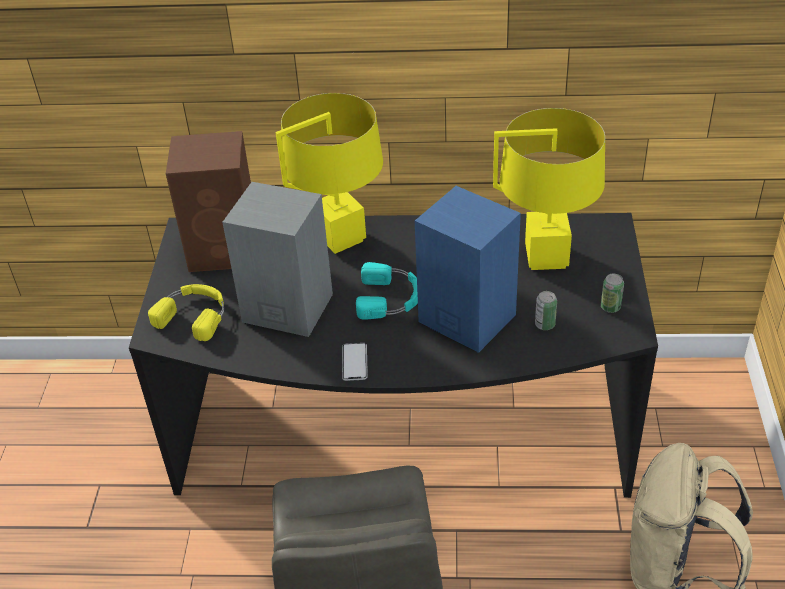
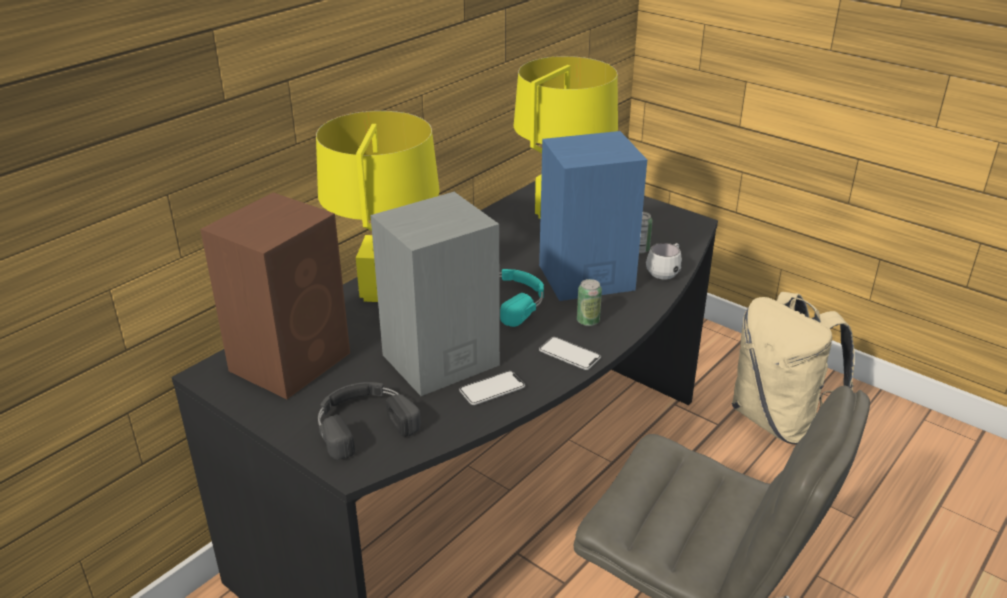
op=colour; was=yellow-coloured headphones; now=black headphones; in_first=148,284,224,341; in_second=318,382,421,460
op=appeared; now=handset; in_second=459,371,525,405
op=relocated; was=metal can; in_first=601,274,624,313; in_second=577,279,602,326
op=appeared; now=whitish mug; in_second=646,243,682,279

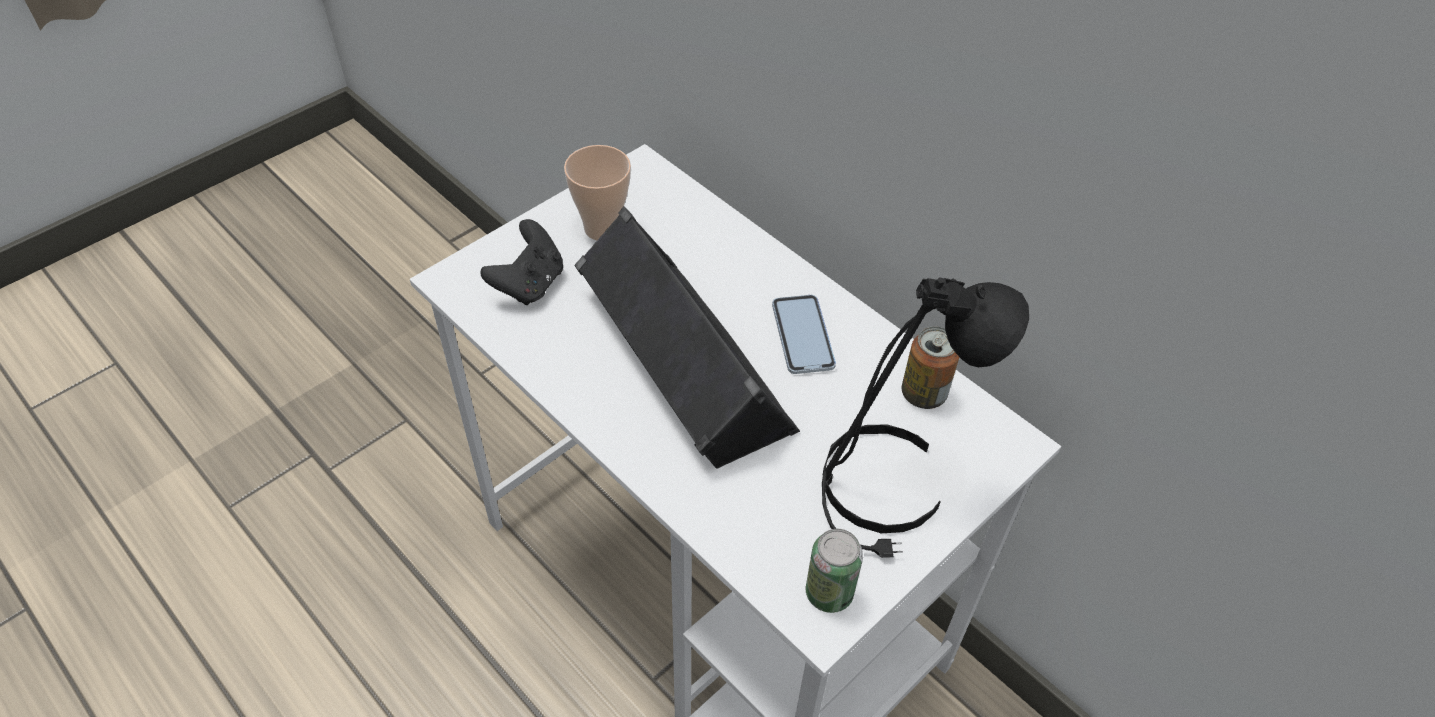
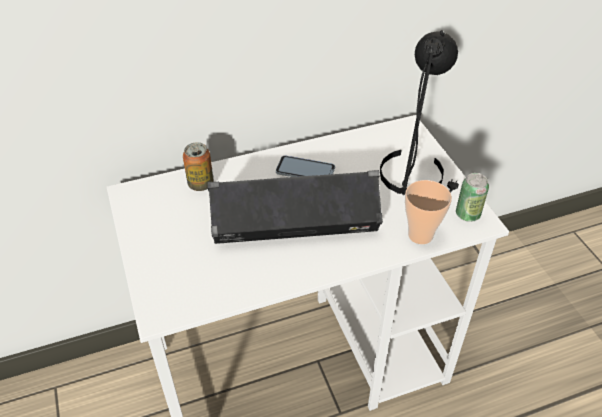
op=relocated; was=metal can; in_first=902,326,959,409; in_second=183,142,214,191
op=relocated; was=cup; in_first=564,145,631,240; in_second=405,180,452,244
op=missing; was=black joypad; in_first=480,219,563,305

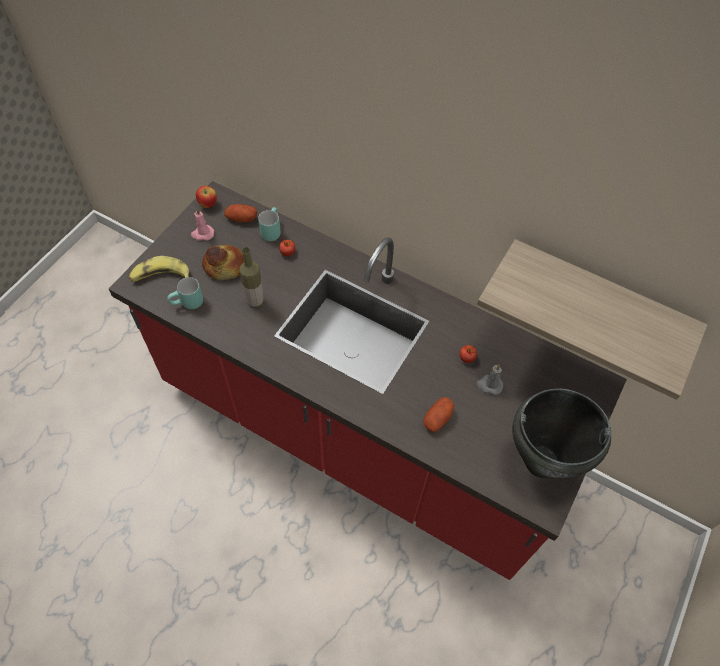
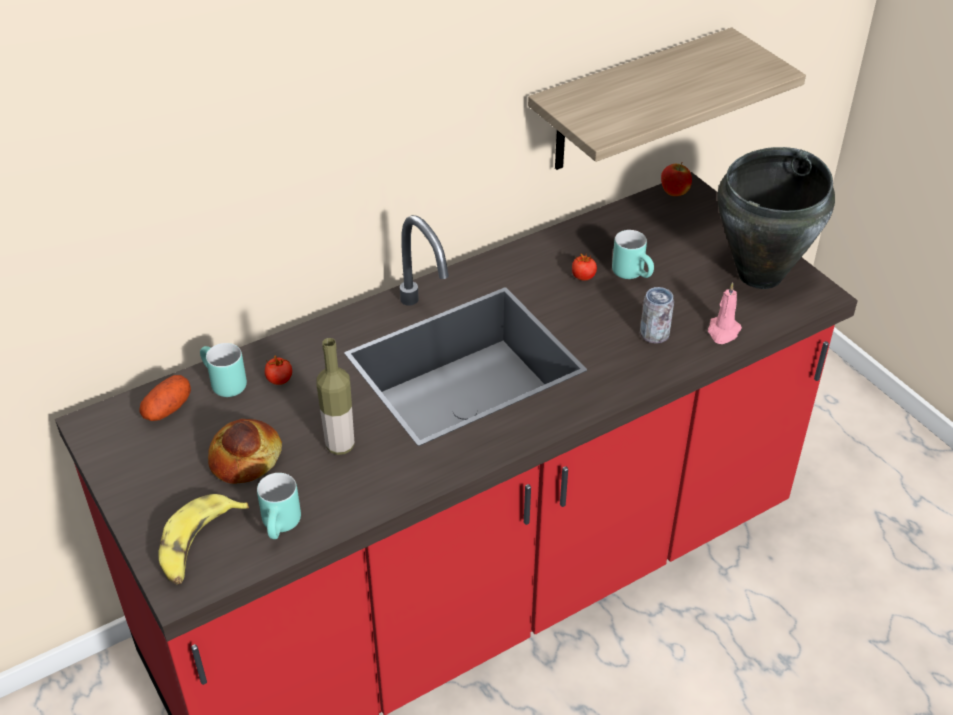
op=exchanged; was=grey wax candle; now=blue-green mug; in_first=476,364,504,395; in_second=612,230,654,279
op=exchanged; was=potato; now=metal can; in_first=423,397,454,432; in_second=640,287,674,343
op=relocated; was=apple; in_first=196,186,217,208; in_second=661,162,692,196
op=relocated; was=pink wax candle; in_first=191,208,214,241; in_second=708,282,742,344

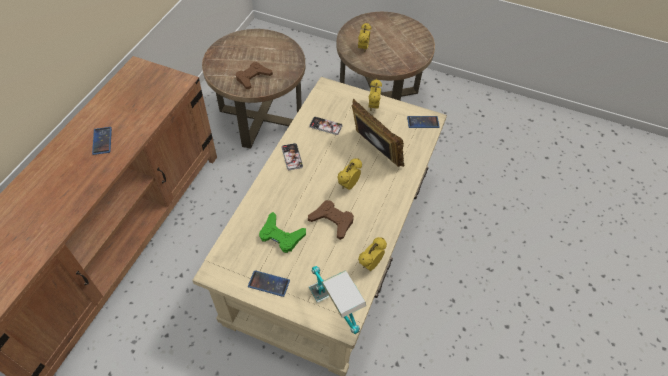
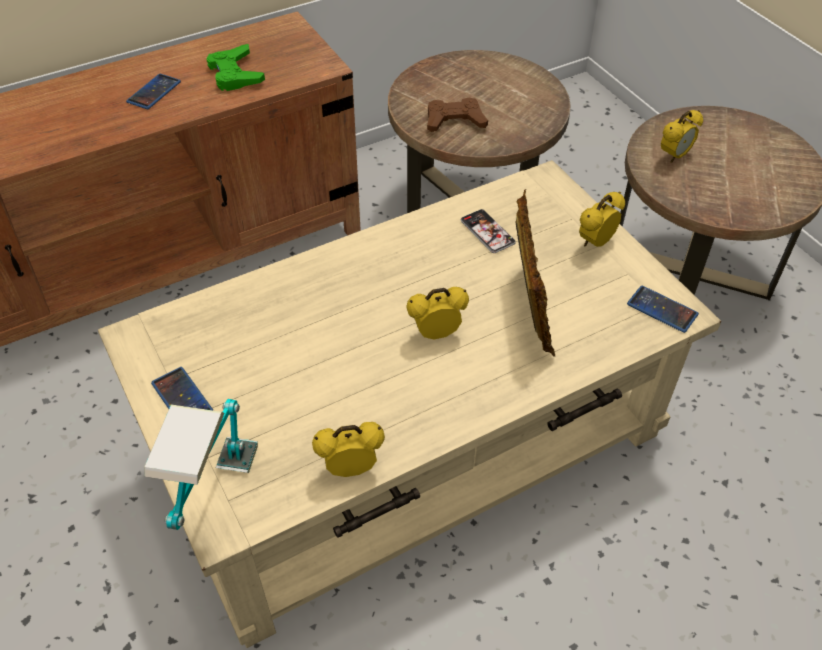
op=relocated; was=greenish joypad; in_first=259,212,306,253; in_second=207,44,265,91
op=missing; was=handset; in_first=281,143,303,170
op=missing; was=brownish joypad; in_first=308,200,354,240

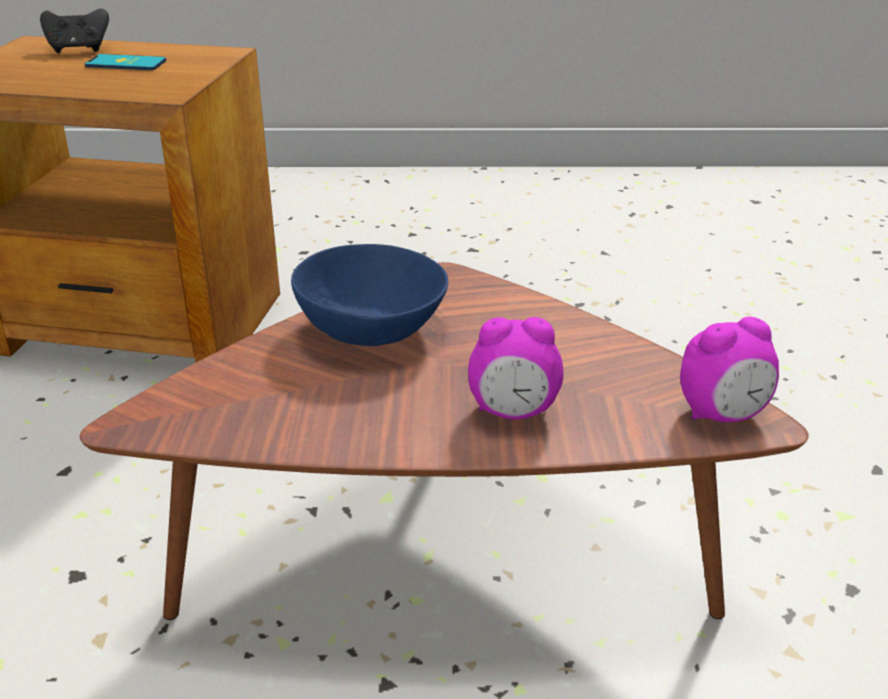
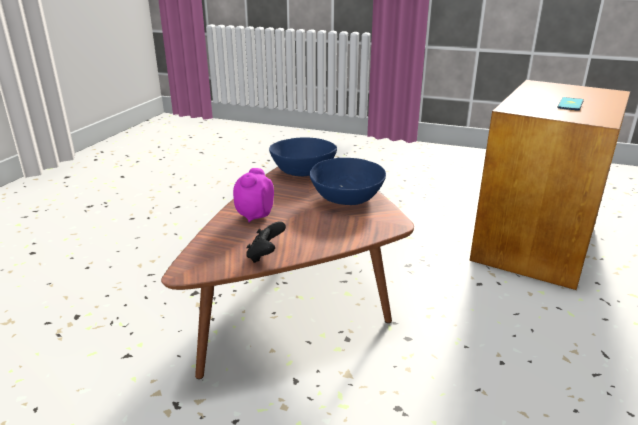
op=relocated; was=black joypad; in_first=40,9,109,53; in_second=246,221,286,263
op=appeared; now=bluish bowl; in_second=269,137,337,177
op=missing; was=alarm clock; in_first=680,317,779,422

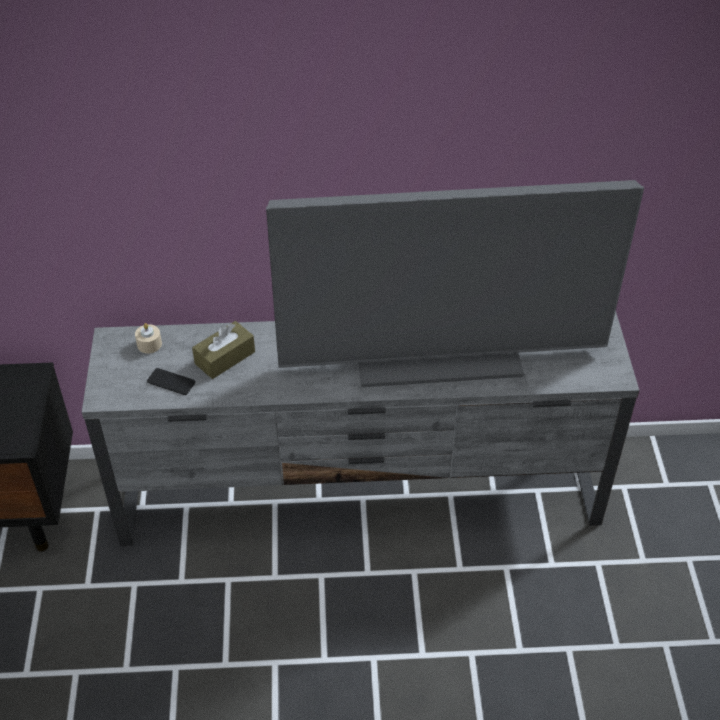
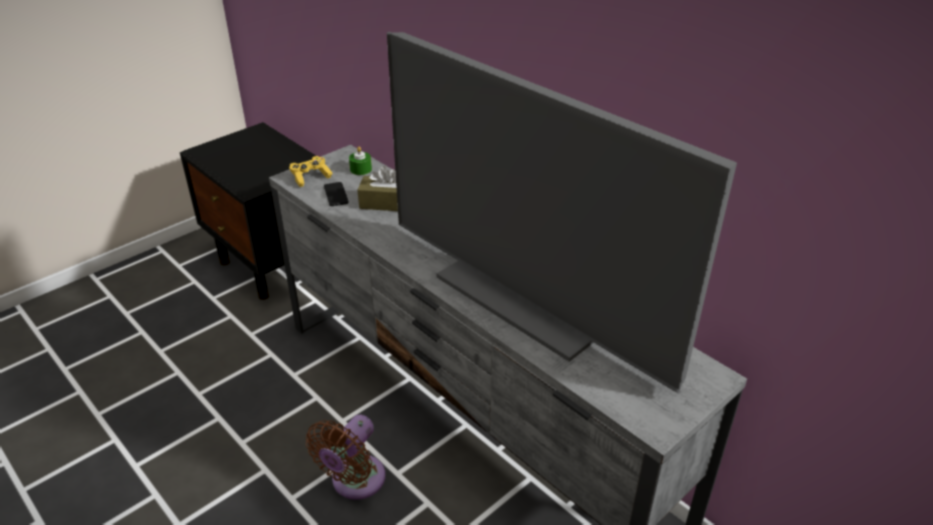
op=appeared; now=yellow-coloured joypad; in_second=289,156,333,187
op=appeared; now=brownish cooling fan; in_second=306,414,385,500
op=colour; was=beige wax candle; now=greenish wax candle; in_first=135,323,162,354; in_second=349,147,372,175

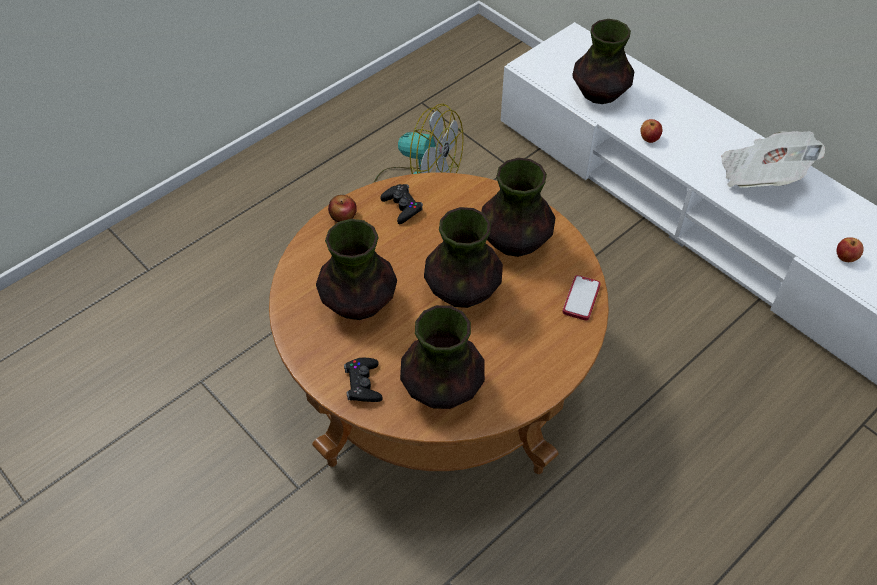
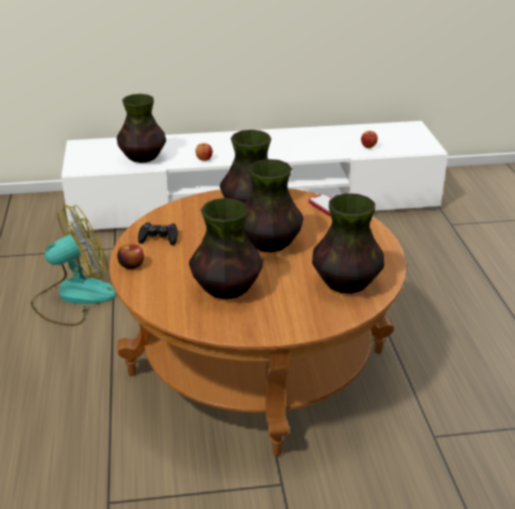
op=missing; was=black joypad; in_first=344,358,383,402
op=missing; was=newspaper; in_first=721,131,825,188

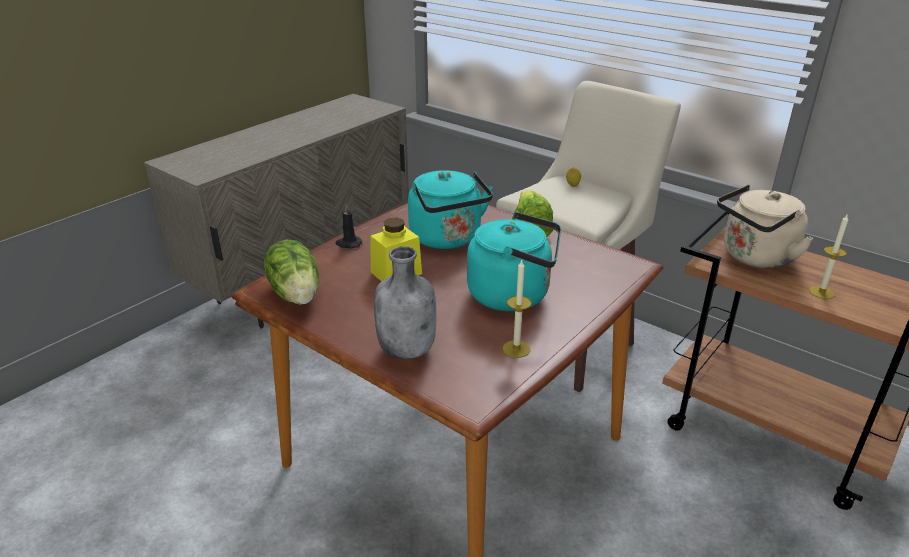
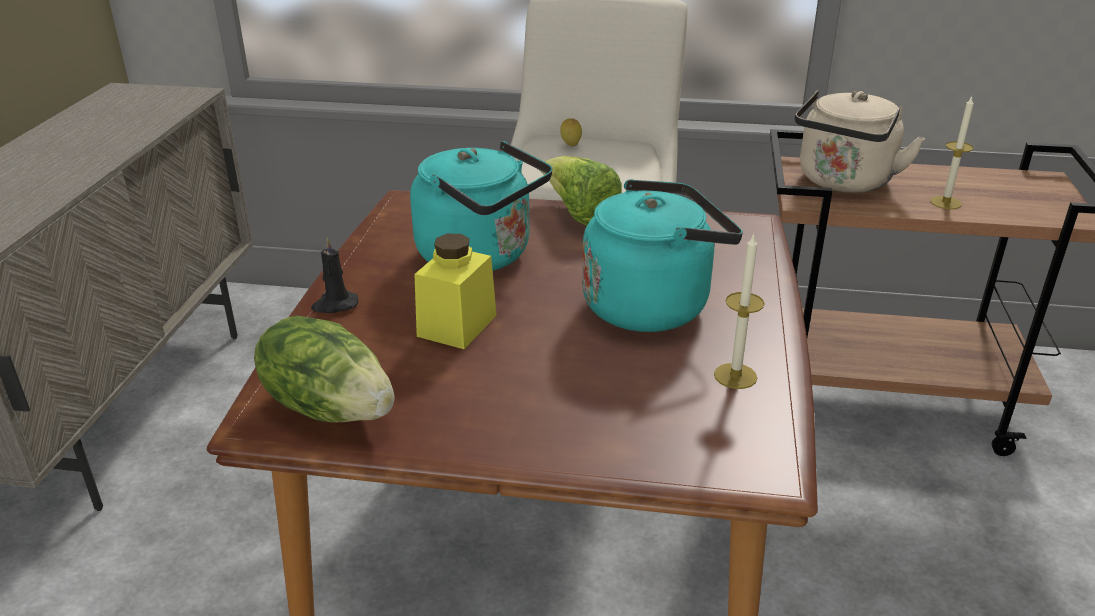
op=missing; was=grey drink bottle; in_first=374,246,436,359

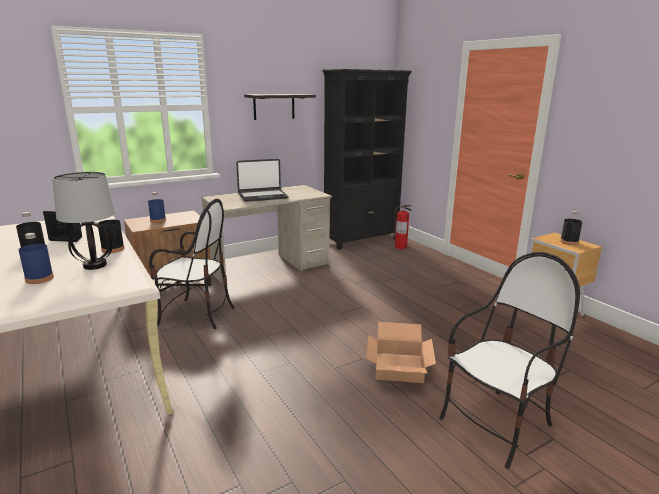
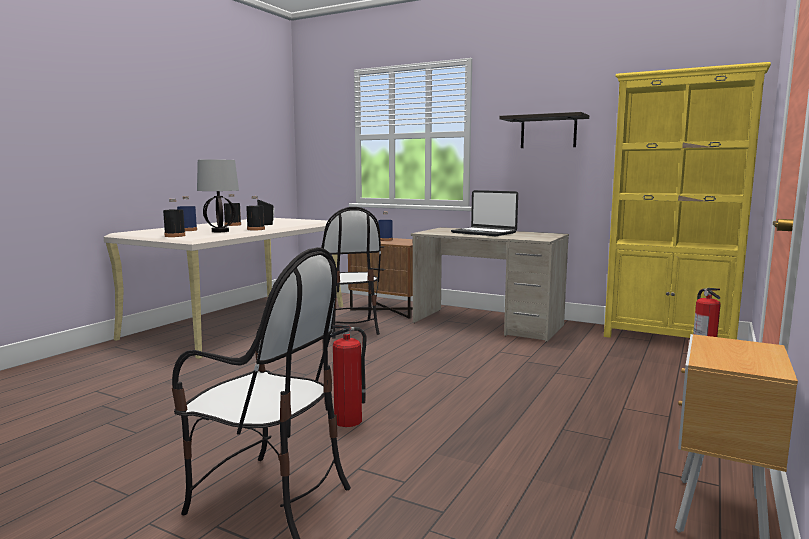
op=relocated; was=black drink bottle; in_first=560,211,582,245; in_second=163,199,185,237
op=exchanged; was=carton; now=extinguisher; in_first=367,322,436,383; in_second=330,325,367,427
op=colour; was=black bookcase; now=yellow-coloured bookcase; in_first=322,69,412,250; in_second=604,62,771,340

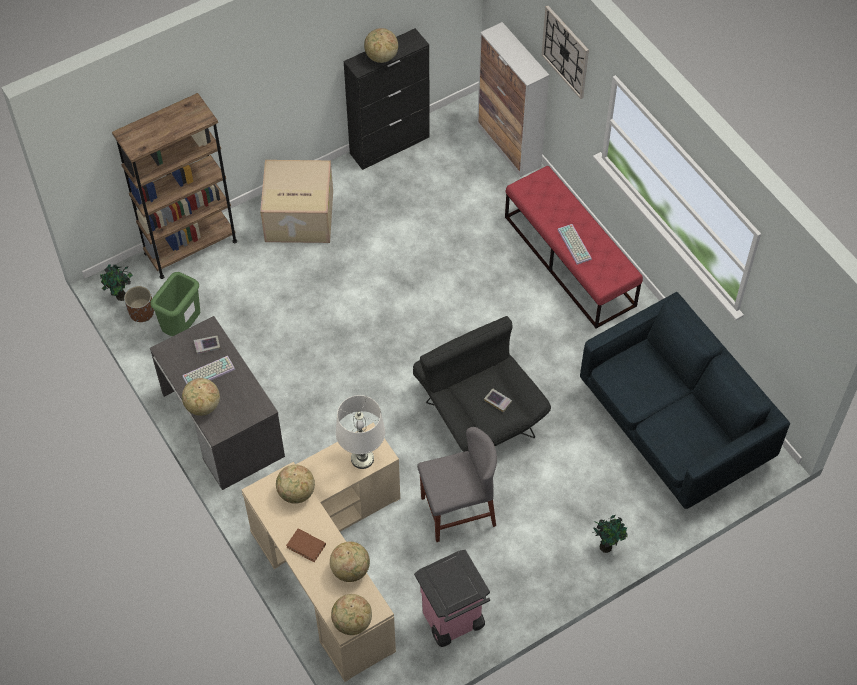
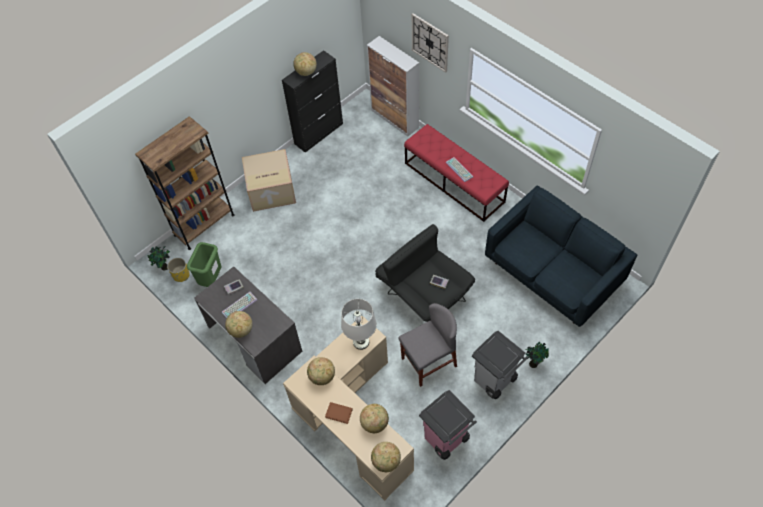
op=colour; was=brownish flower pot; now=yellow-coloured flower pot; in_first=124,286,154,322; in_second=167,257,190,282
op=appeared; now=grey rubbish bin; in_second=472,330,527,399

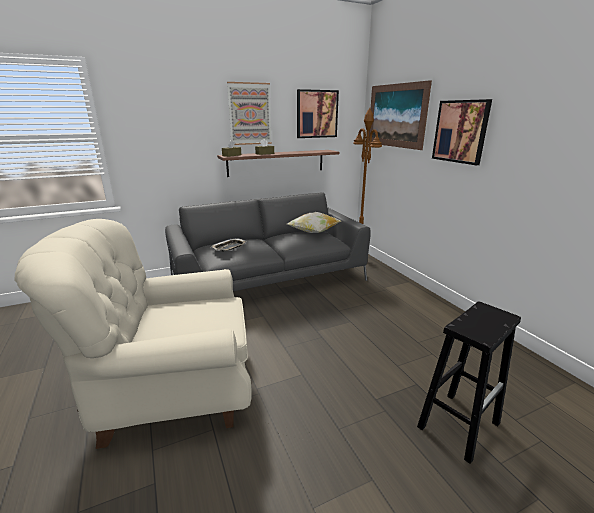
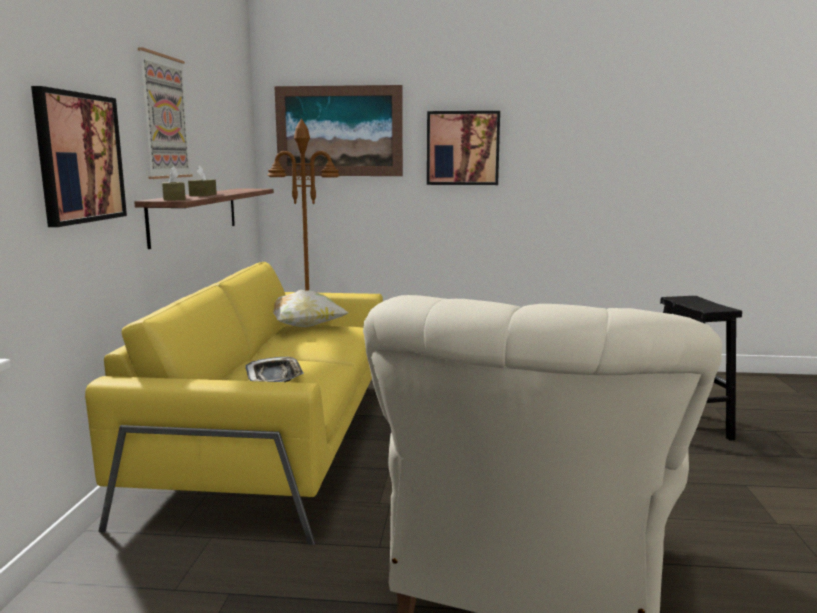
op=relocated; was=picture; in_first=297,89,339,138; in_second=31,86,127,227
op=colour; was=grey sofa; now=yellow-coloured sofa; in_first=165,192,371,291; in_second=85,262,383,545

